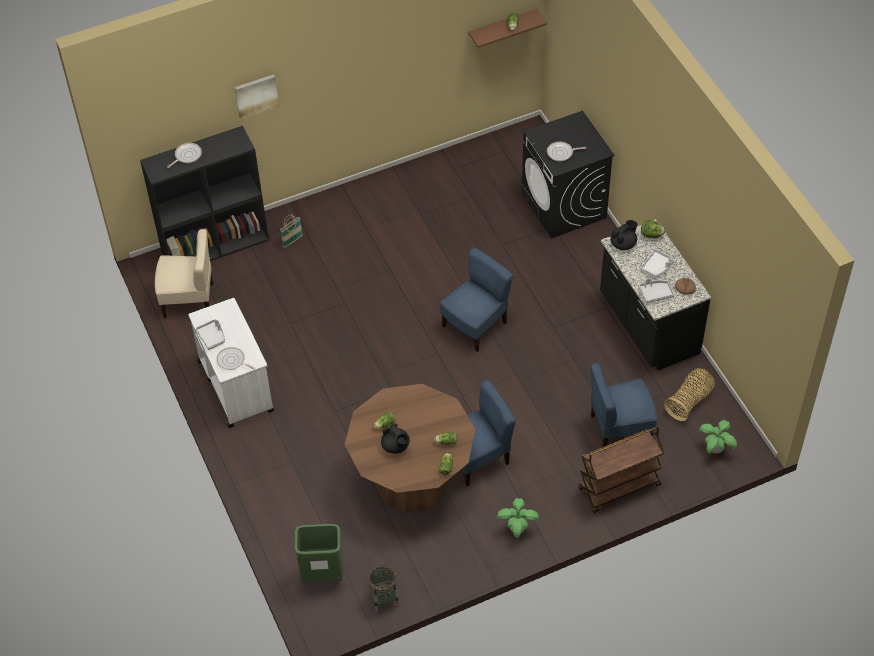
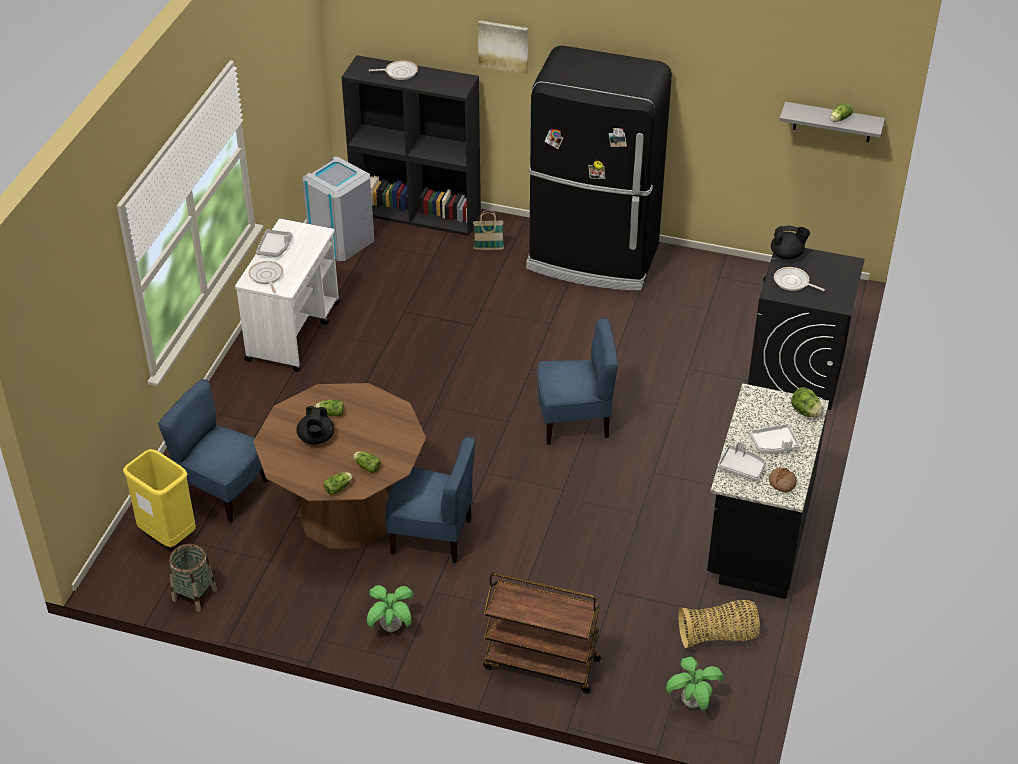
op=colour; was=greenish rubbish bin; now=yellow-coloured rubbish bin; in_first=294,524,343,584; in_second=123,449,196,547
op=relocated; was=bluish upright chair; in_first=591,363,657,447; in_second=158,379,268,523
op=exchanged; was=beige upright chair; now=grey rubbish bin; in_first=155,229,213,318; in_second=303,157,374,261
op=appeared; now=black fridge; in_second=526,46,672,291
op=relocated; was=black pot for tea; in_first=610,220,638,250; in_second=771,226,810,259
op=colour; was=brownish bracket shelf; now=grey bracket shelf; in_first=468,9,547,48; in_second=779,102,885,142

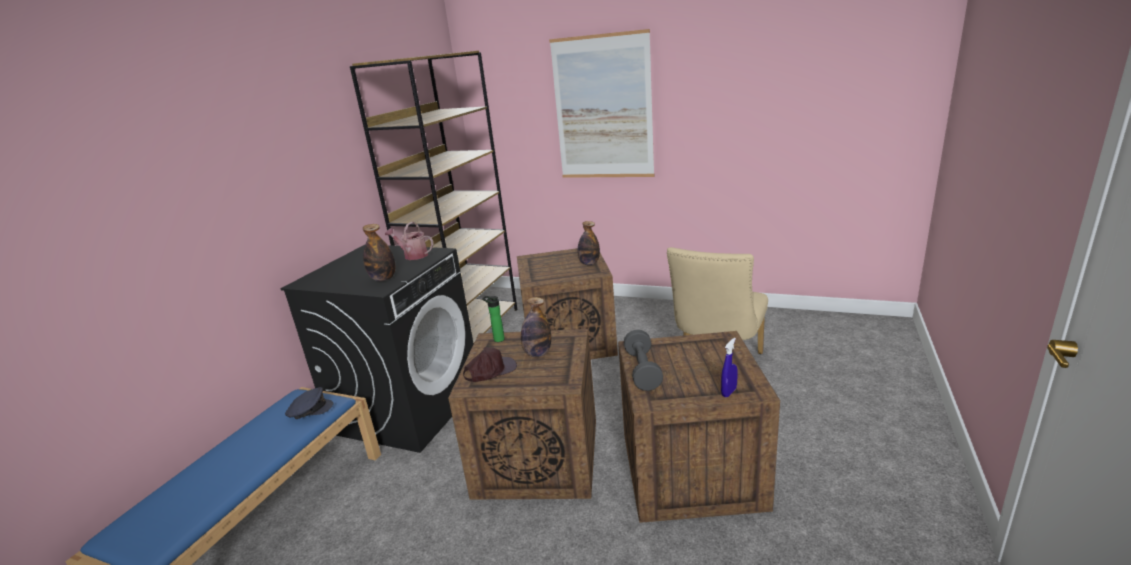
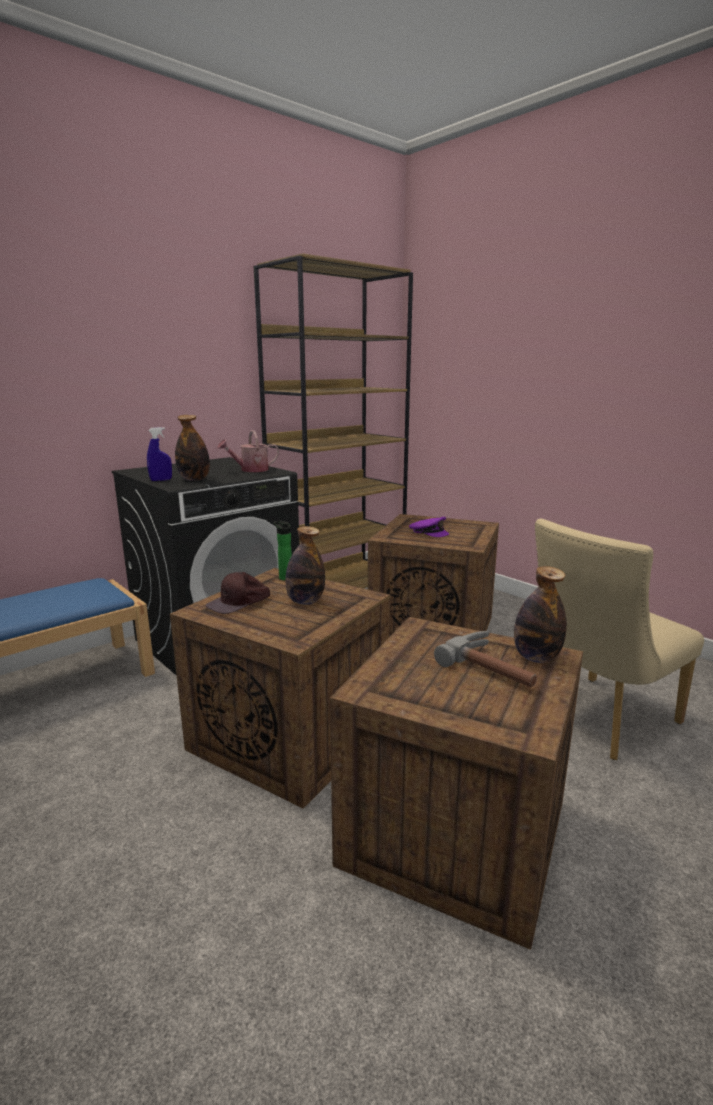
op=relocated; was=bluish sprayer; in_first=721,338,738,397; in_second=147,427,172,481
op=spun; was=brownish baseball cap; in_first=463,347,517,382; in_second=206,572,270,614; clockwise=135
op=spun; was=watering pot; in_first=385,222,434,260; in_second=217,430,279,472; clockwise=-75
op=appeared; now=purple-coloured baseball cap; in_second=409,517,449,537
op=appeared; now=hand hammer; in_second=434,631,537,687
op=relocated; was=drink bottle; in_first=577,221,600,265; in_second=514,566,567,663
op=missing; was=grey baseball cap; in_first=285,387,333,419
op=missing; was=picture; in_first=549,29,655,178
op=missing; was=grey free weight; in_first=624,330,663,391

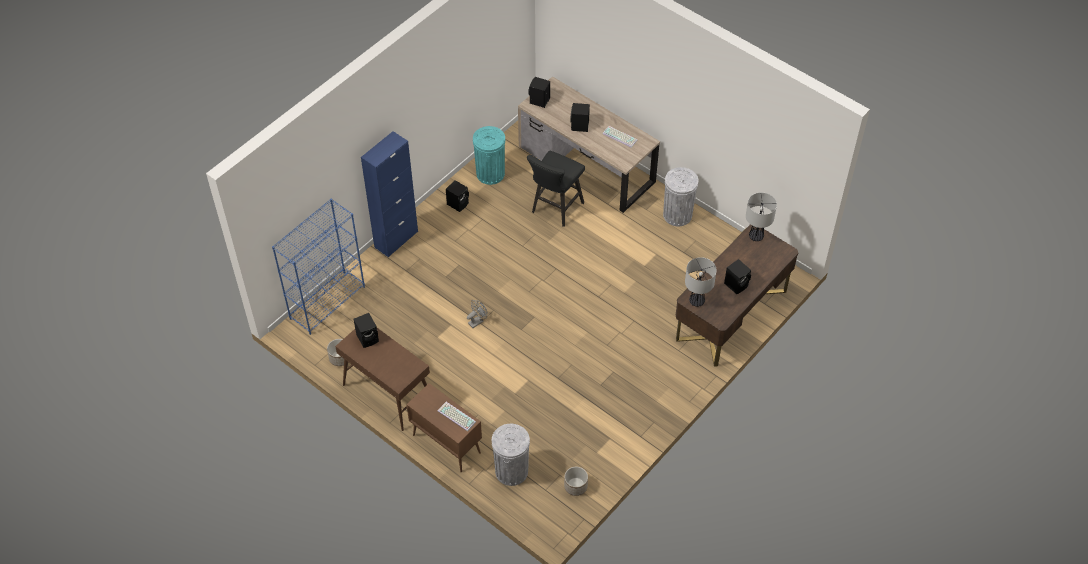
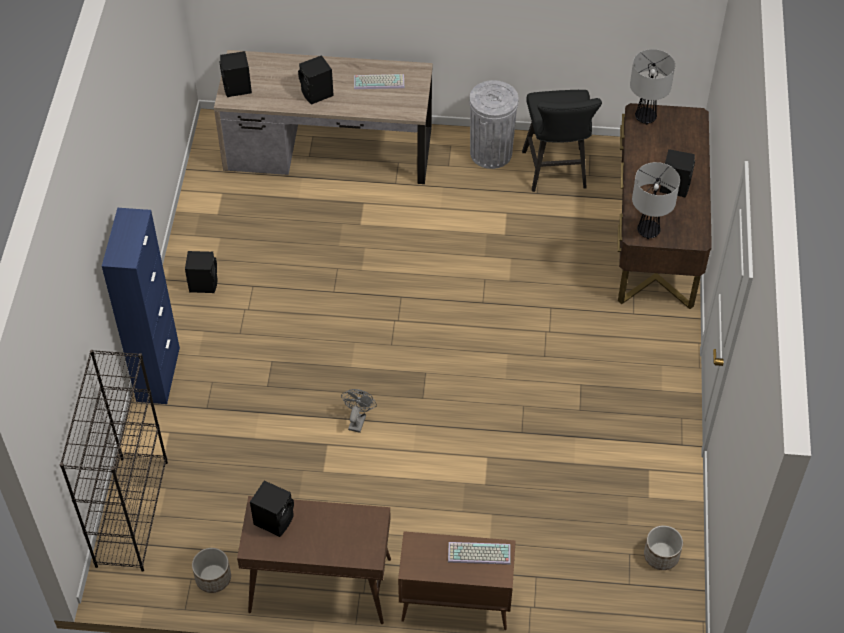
op=colour; was=bluish bookcase; now=black bookcase; in_first=272,199,365,335; in_second=60,350,168,572
op=relocated; was=black stool seat; in_first=527,151,585,227; in_second=522,90,602,192
op=missing; was=blue-green rubbish bin; in_first=473,126,505,185
op=missing; was=grey rubbish bin; in_first=492,424,530,486

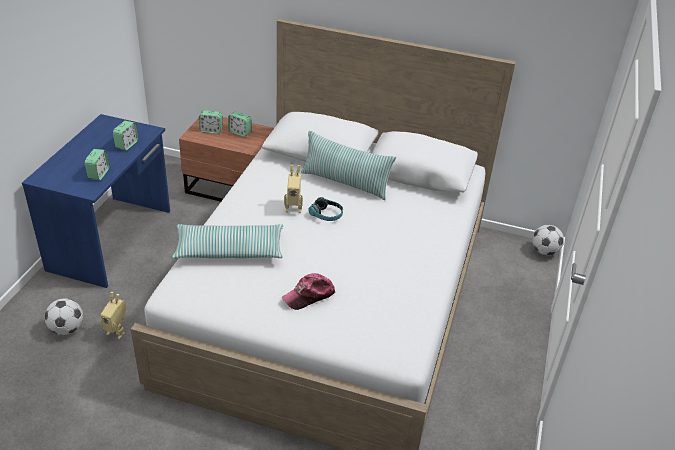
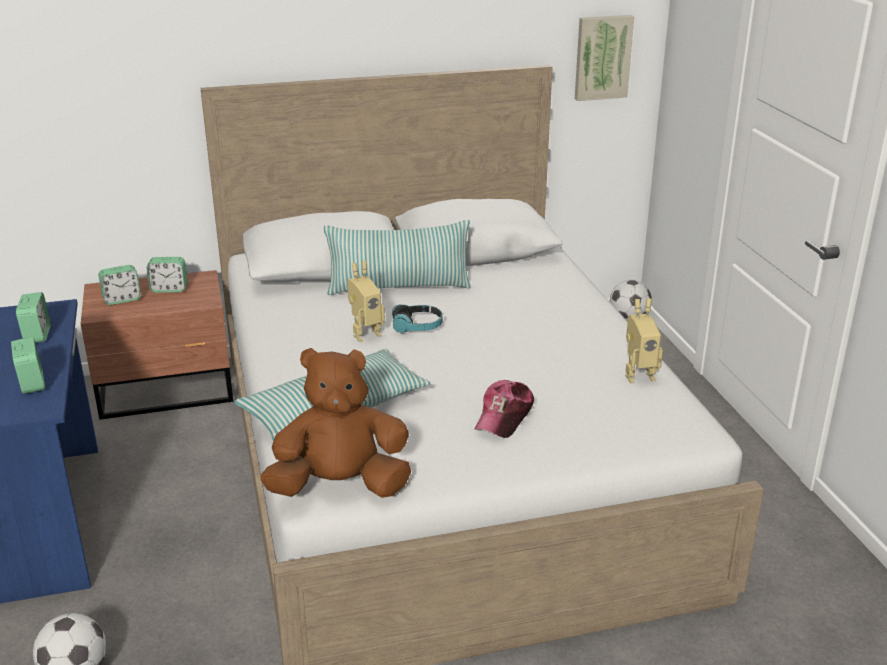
op=appeared; now=brownish cuddly toy; in_second=260,348,411,498
op=appeared; now=picture; in_second=575,15,634,101
op=relocated; was=model robot; in_first=100,292,126,339; in_second=625,298,663,384

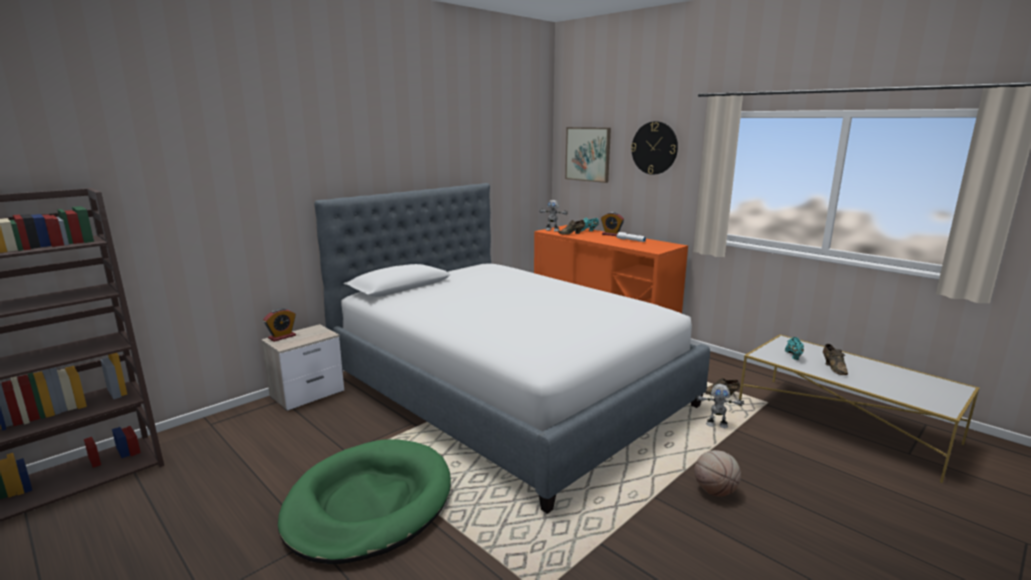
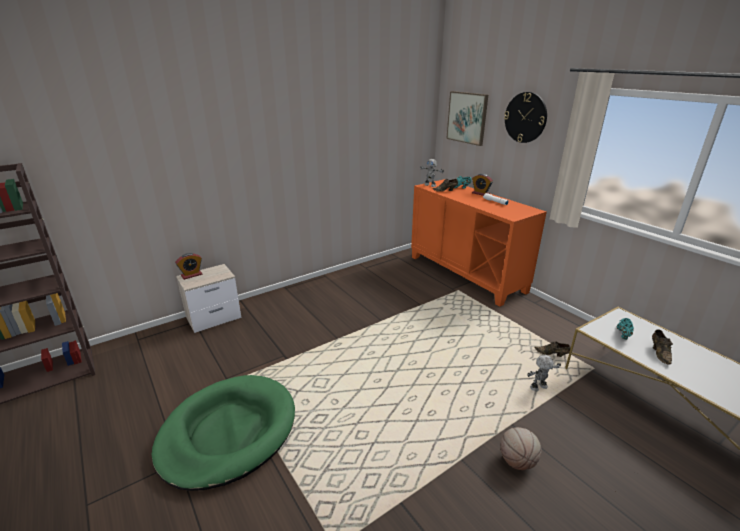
op=spun; was=model robot; in_first=695,384,744,428; in_second=527,355,561,392; clockwise=135
op=missing; was=bedroom bed; in_first=314,183,710,514

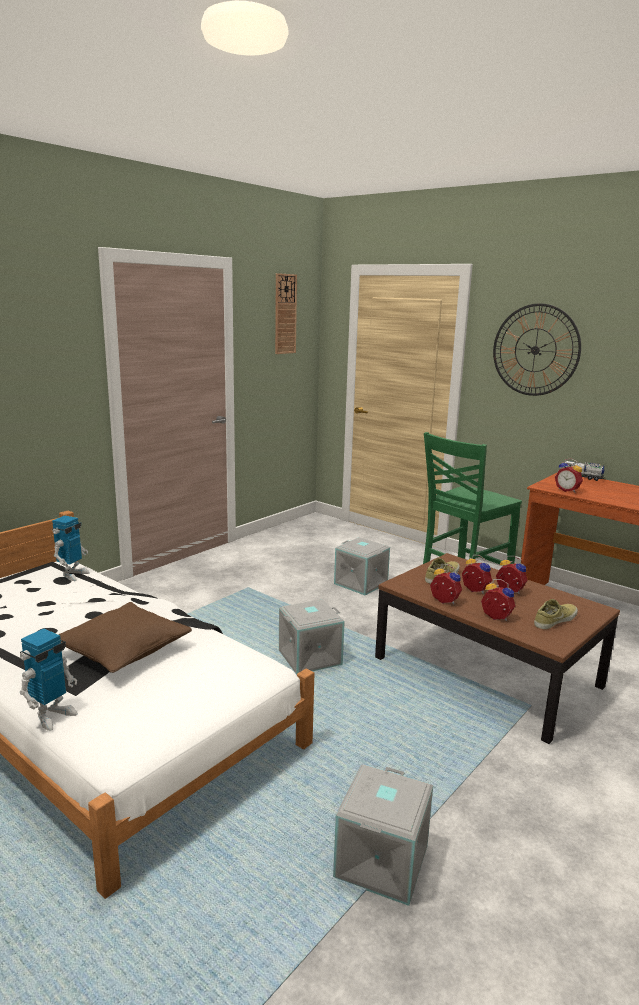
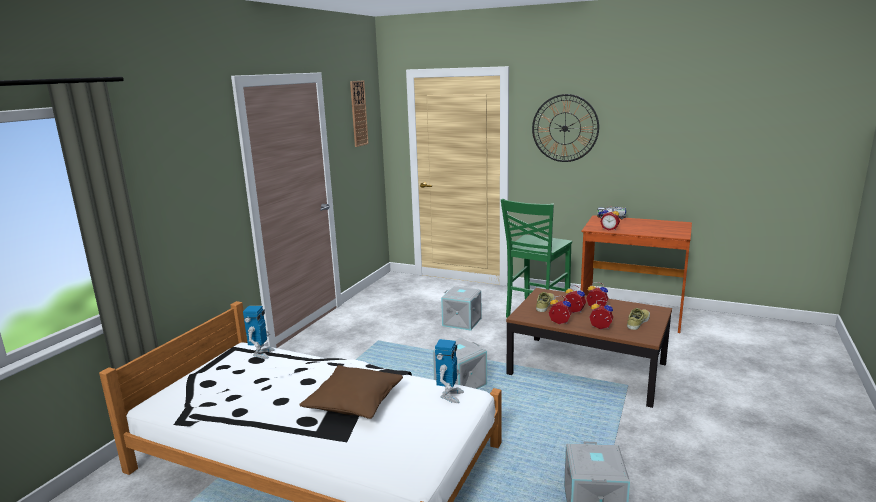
op=relocated; was=model robot; in_first=20,628,78,731; in_second=435,339,464,403

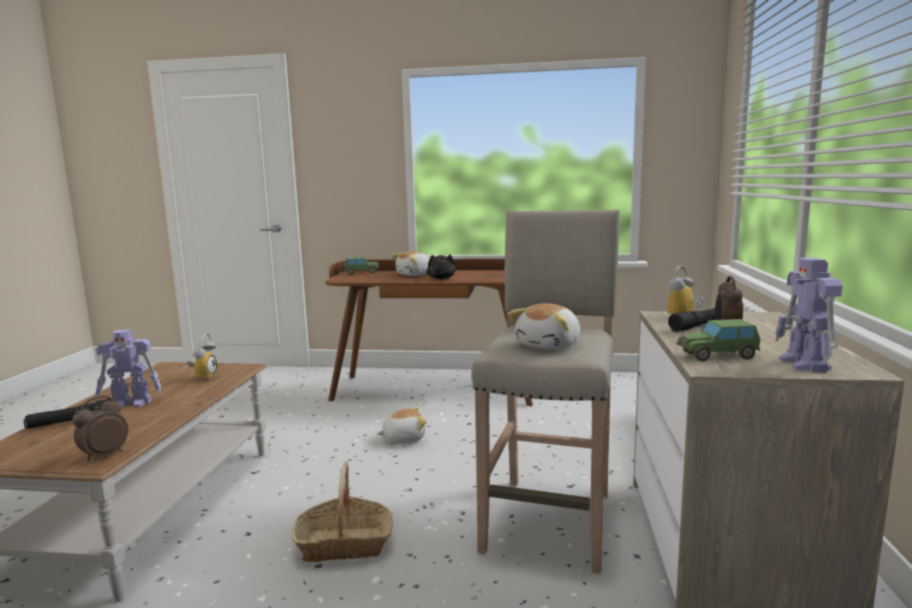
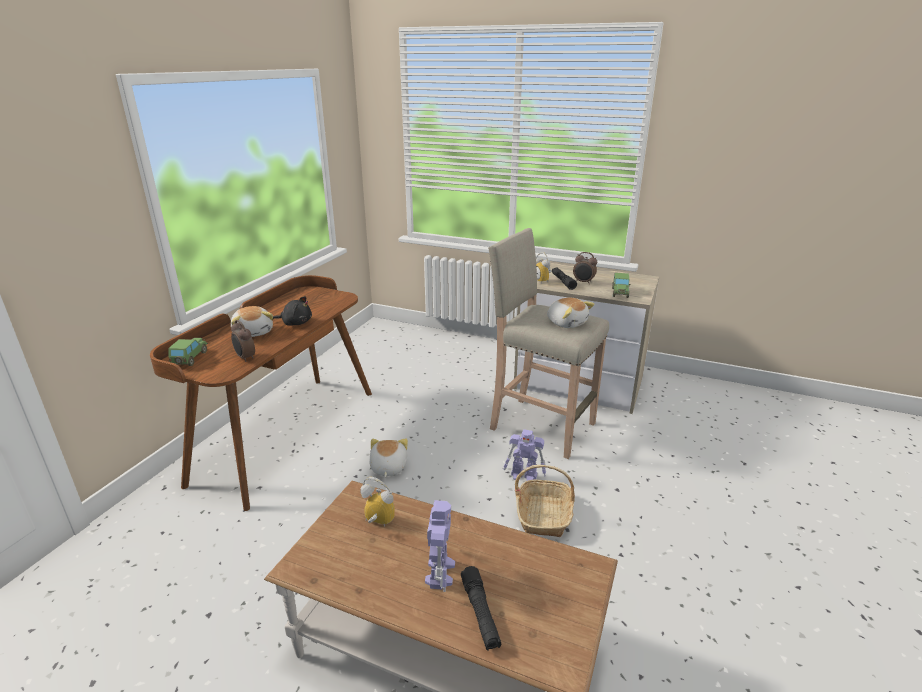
op=relocated; was=alarm clock; in_first=72,395,128,462; in_second=231,320,255,362
op=relocated; was=model robot; in_first=775,258,842,372; in_second=503,429,546,481

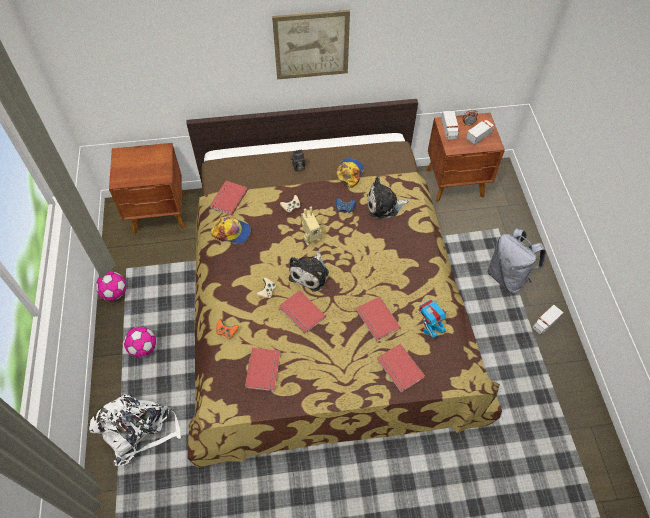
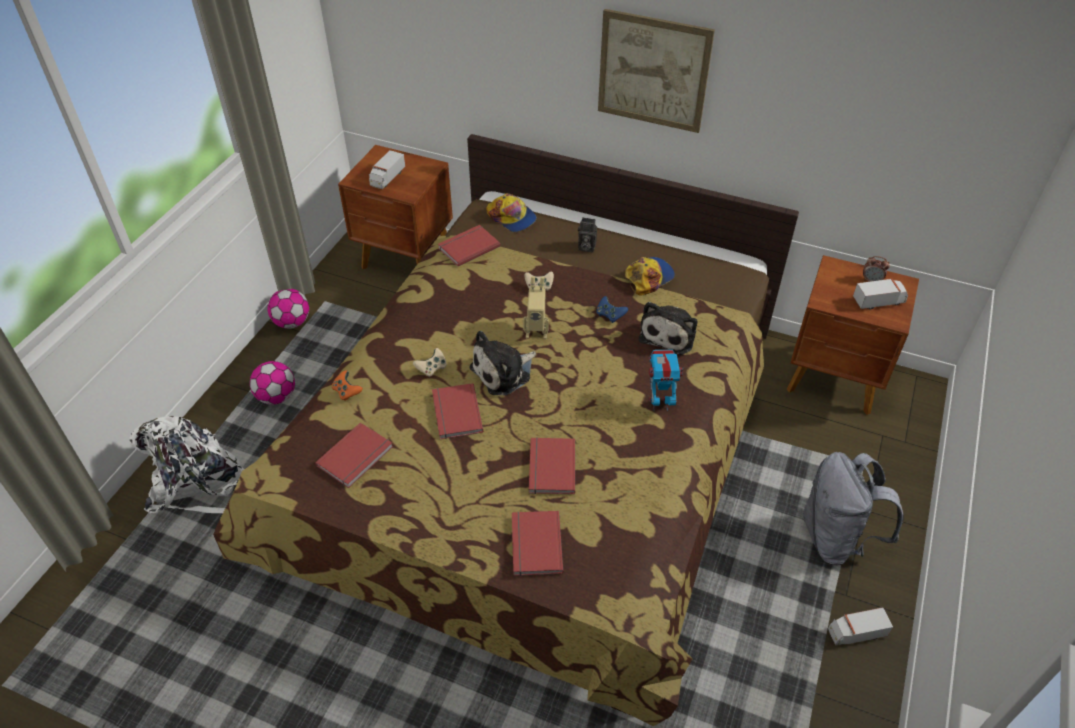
op=relocated; was=toy truck; in_first=441,111,459,140; in_second=369,150,405,189
op=relocated; was=baseball cap; in_first=211,217,251,244; in_second=486,193,537,232
op=spun; was=cuddly toy; in_first=367,177,409,219; in_second=639,302,697,355; clockwise=-90
op=relocated; was=model robot; in_first=419,299,450,338; in_second=649,350,684,411

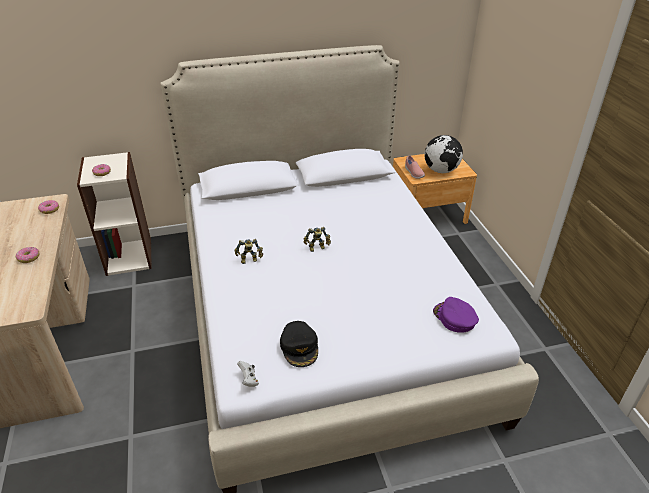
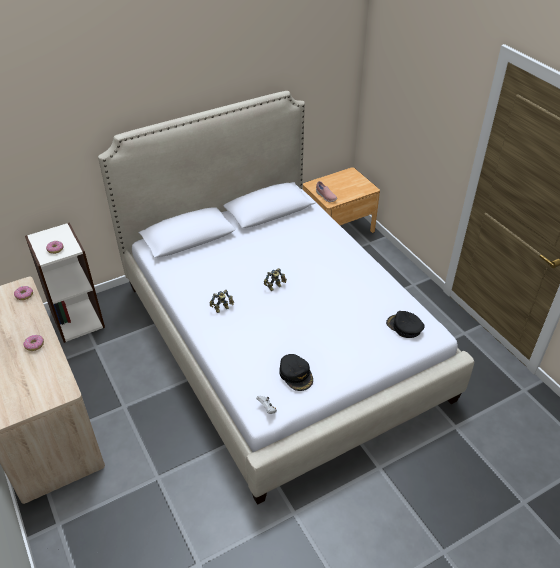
op=colour; was=purple-coloured baseball cap; now=black baseball cap; in_first=433,297,479,333; in_second=386,311,425,338
op=missing; was=world globe; in_first=425,135,463,173

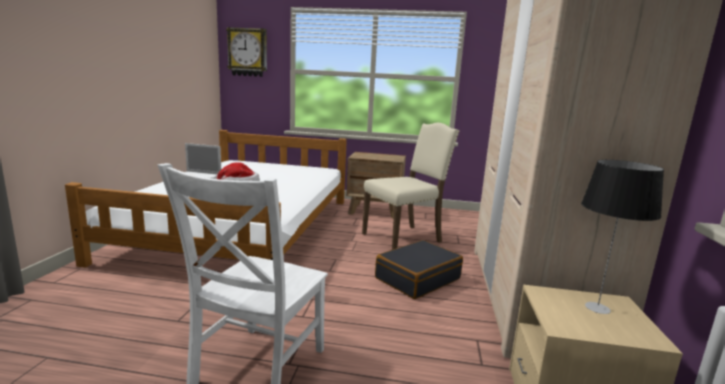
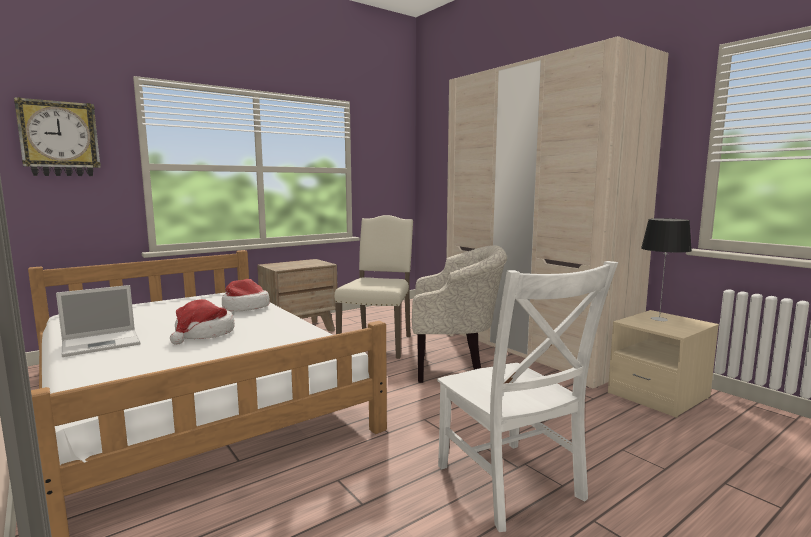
op=appeared; now=clothing hat; in_second=222,279,270,311
op=exchanged; was=black suitcase; now=beige easy chair; in_first=375,240,463,299; in_second=412,245,507,383

